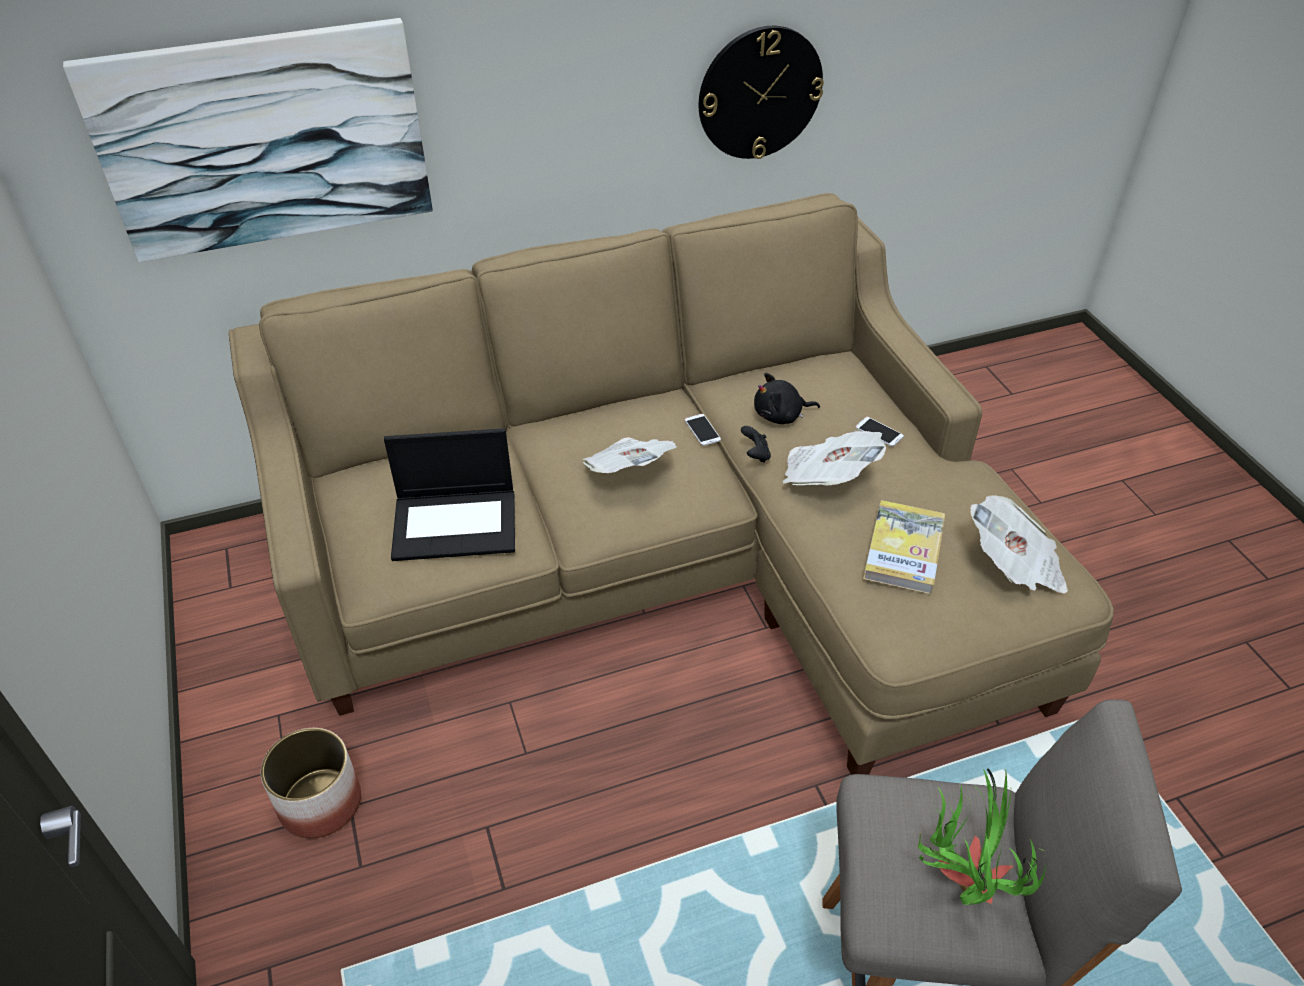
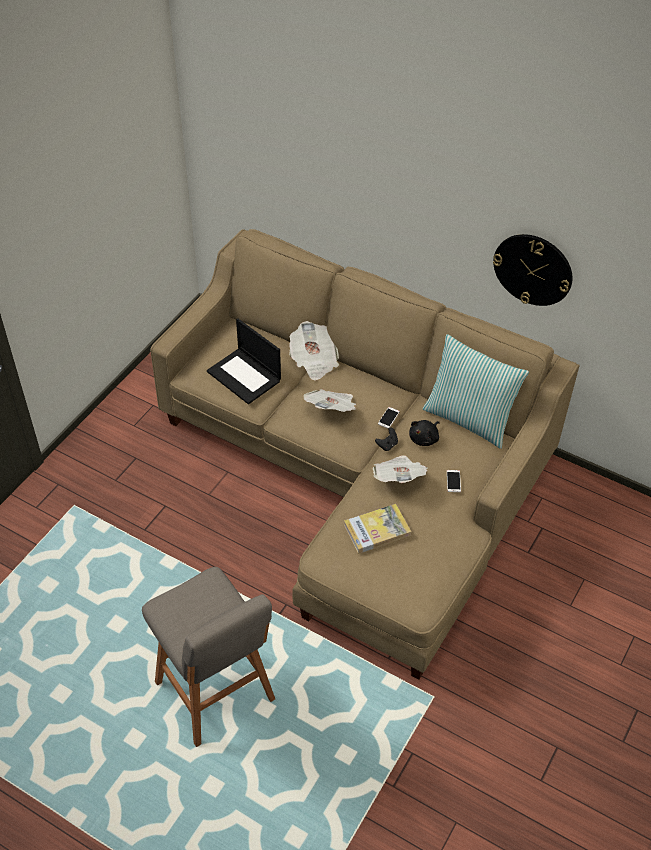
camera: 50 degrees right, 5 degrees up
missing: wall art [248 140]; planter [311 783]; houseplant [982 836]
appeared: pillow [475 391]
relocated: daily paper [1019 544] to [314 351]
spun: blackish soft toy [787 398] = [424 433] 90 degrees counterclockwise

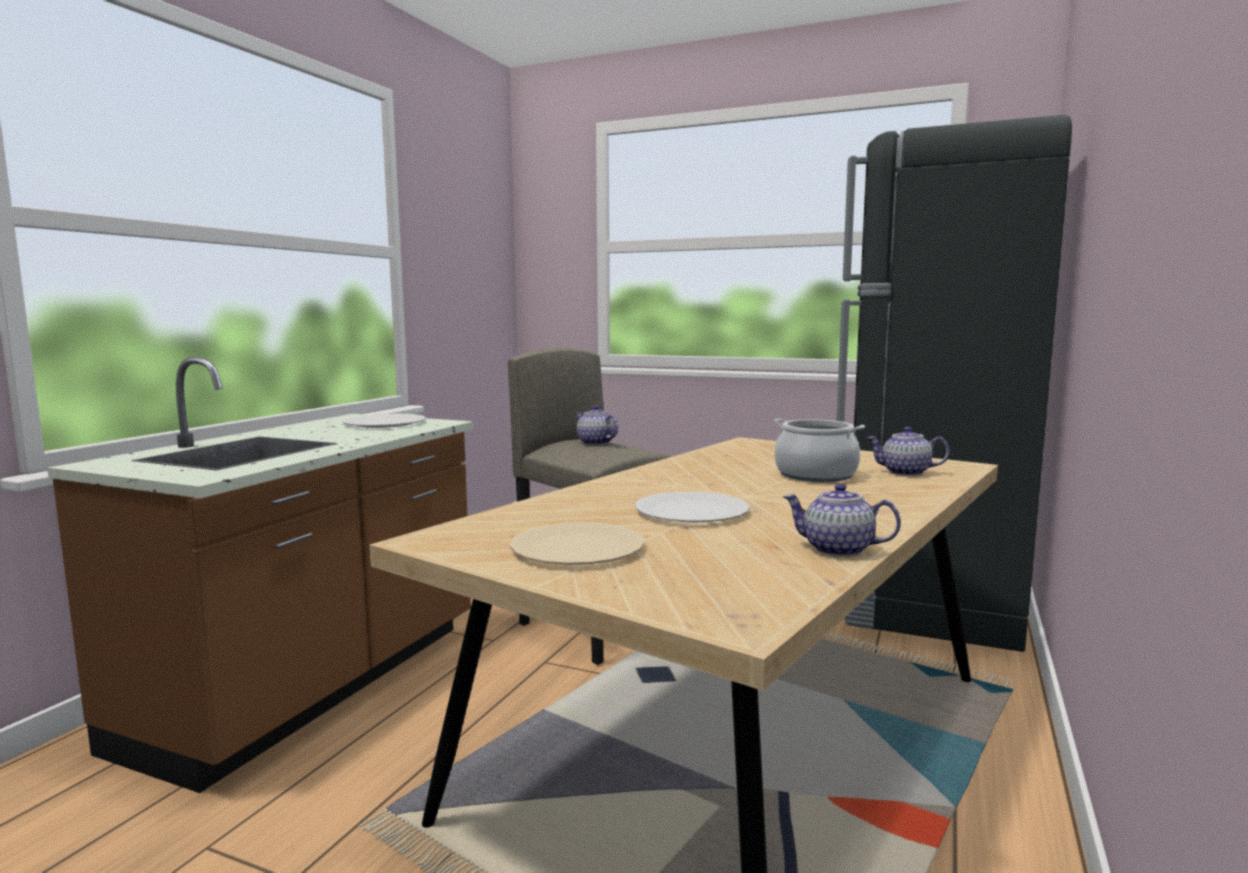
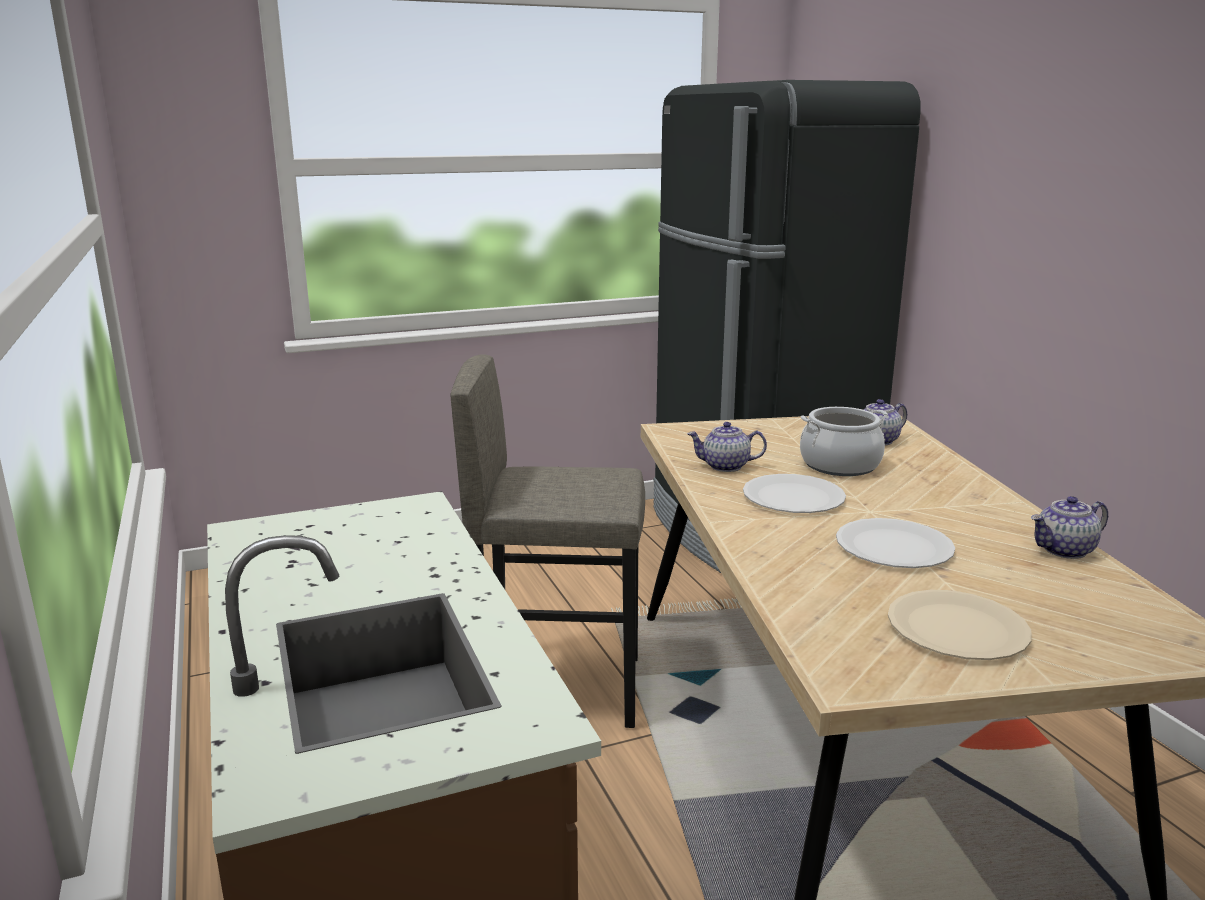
camera: 45 degrees left, 10 degrees up
relocated: white plate [384 421] to [794 493]; tea pot [596 425] to [727 447]

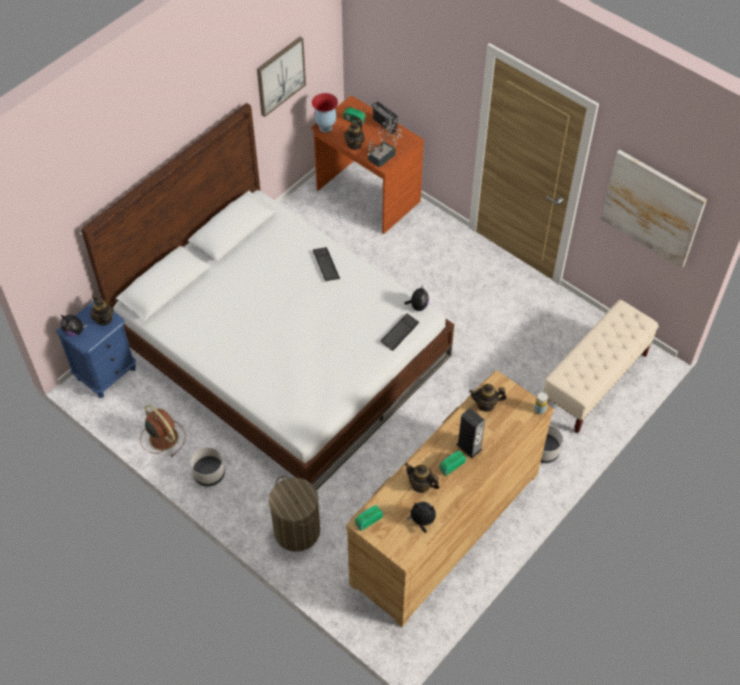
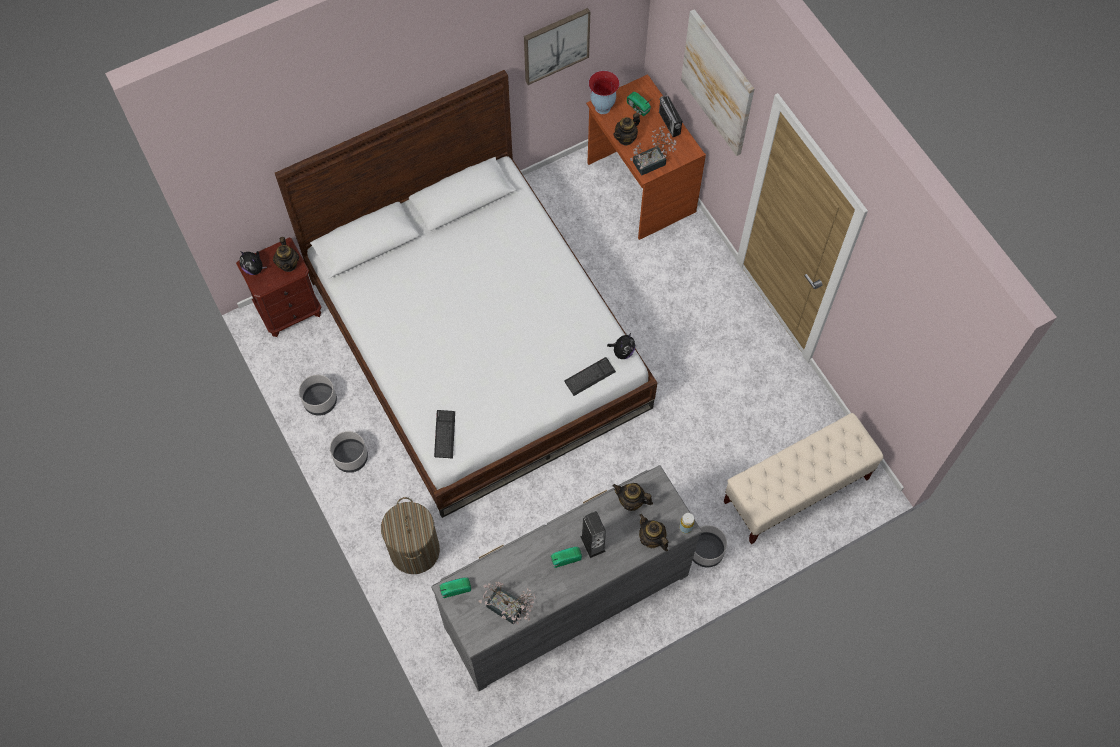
camera: 20 degrees right, 10 degrees up
relocated: PC keyboard [326 264] to [444 434]; tea pot [422 478] to [653 532]; wall art [654 209] to [717 82]
exchanged: brownish cooling fan [163 431] to grey planter [318 395]; soft toy [421 517] to houseplant [507 603]
colour: bluish bedside table [96 348] to brownish bedside table [279 287]; brownish chest of drawers [450 498] to grey chest of drawers [566 578]

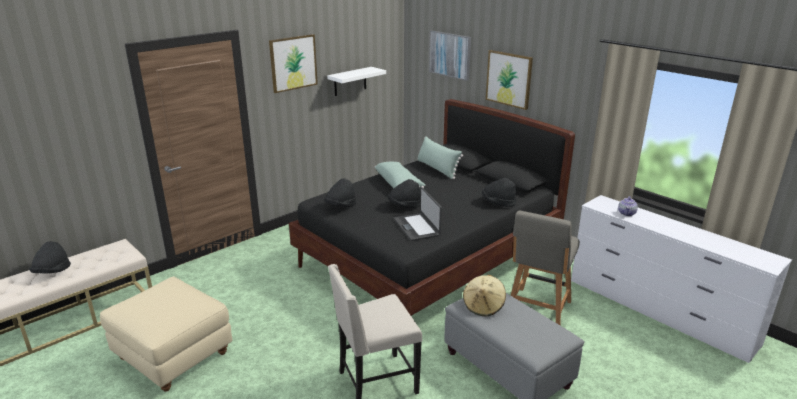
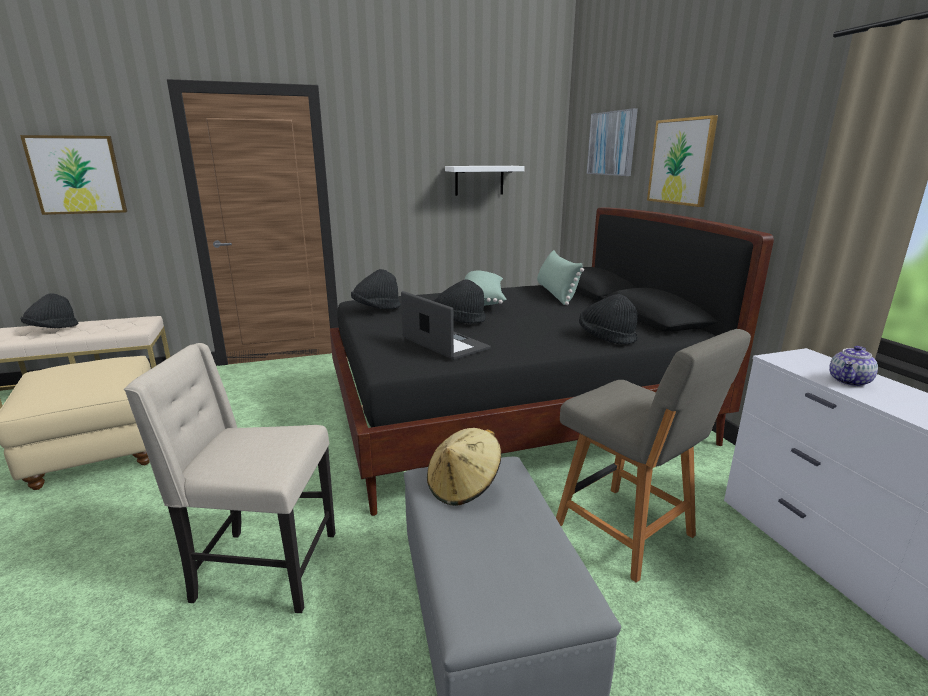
camera: 25 degrees right, 5 degrees down
relocated: wall art [293 63] to [73 175]
spun: laptop [418 214] = [446 325] 135 degrees clockwise; grey upright chair [545 268] = [653 456] 90 degrees counterclockwise

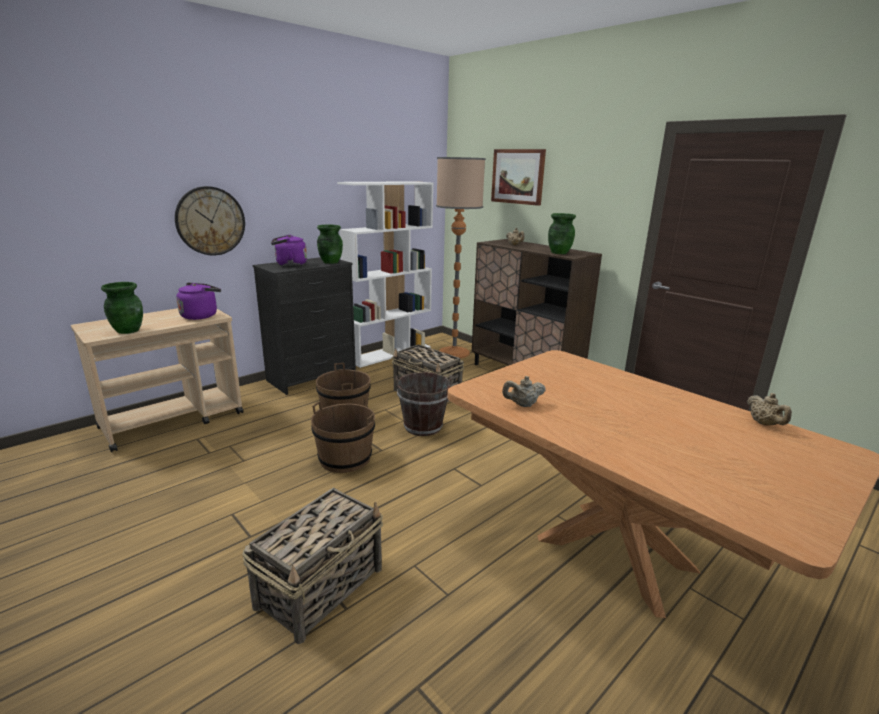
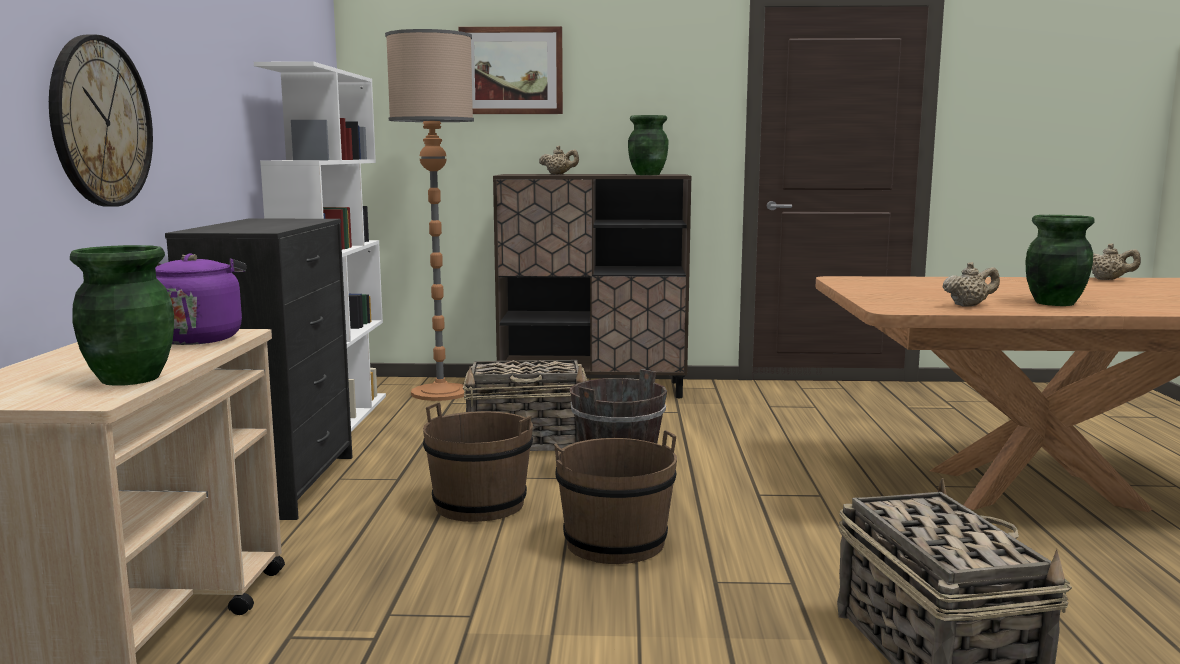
camera: 45 degrees left, 10 degrees down
missing: purplish tea kettle [289 250]
relocated: greenish vase [330 244] to [1060 260]
spun: beige tea pot [524 391] = [971 284] 135 degrees counterclockwise

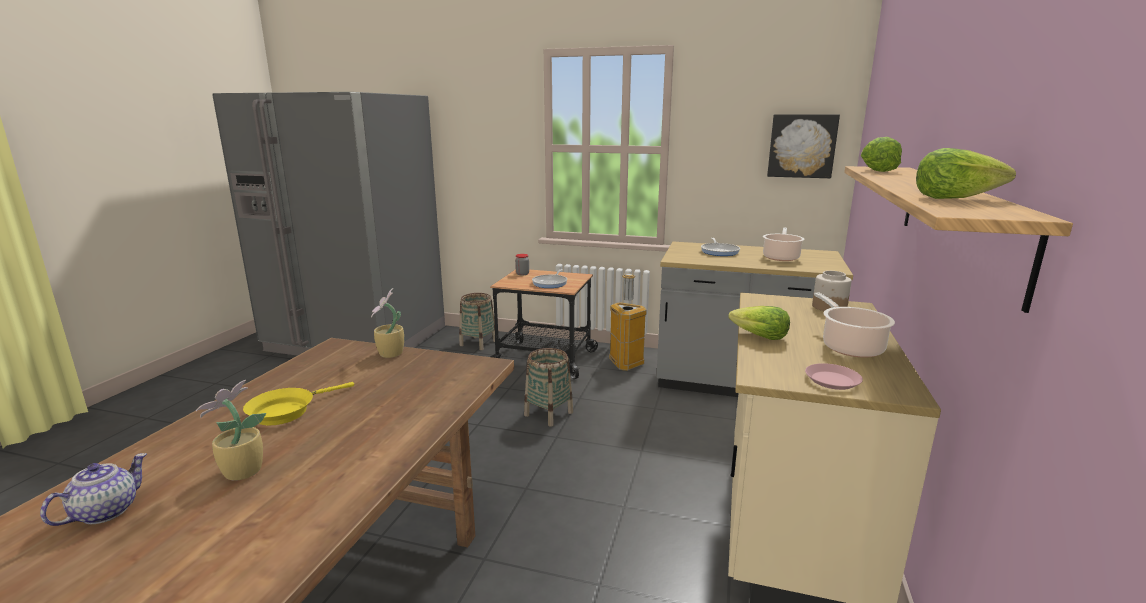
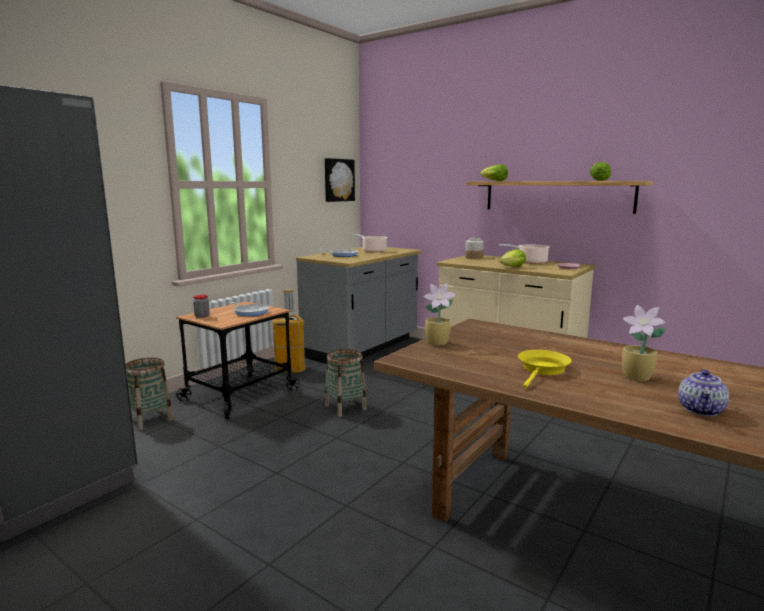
camera: 70 degrees left, 5 degrees down
spun: tea pot [93 489] = [703 392] 105 degrees counterclockwise; yellow skillet [298 403] = [545 369] 120 degrees counterclockwise

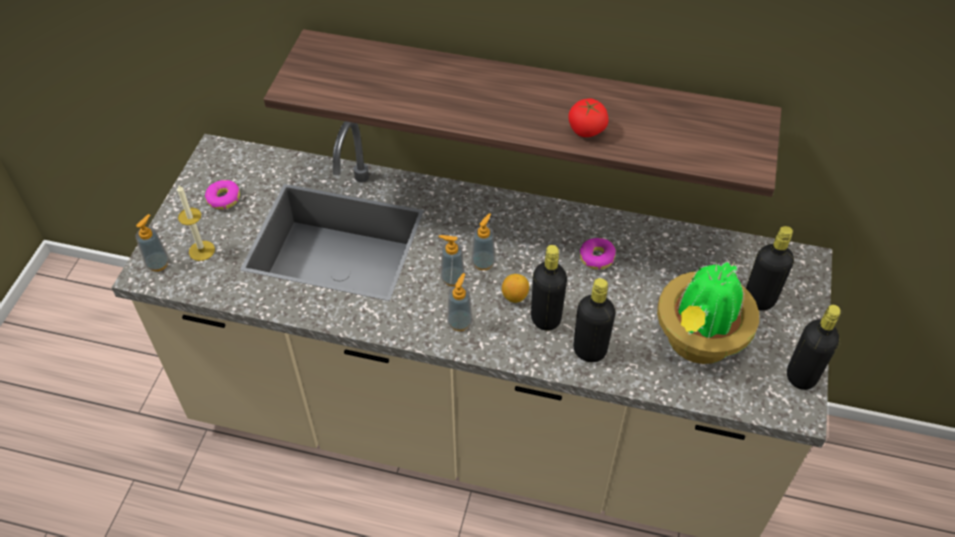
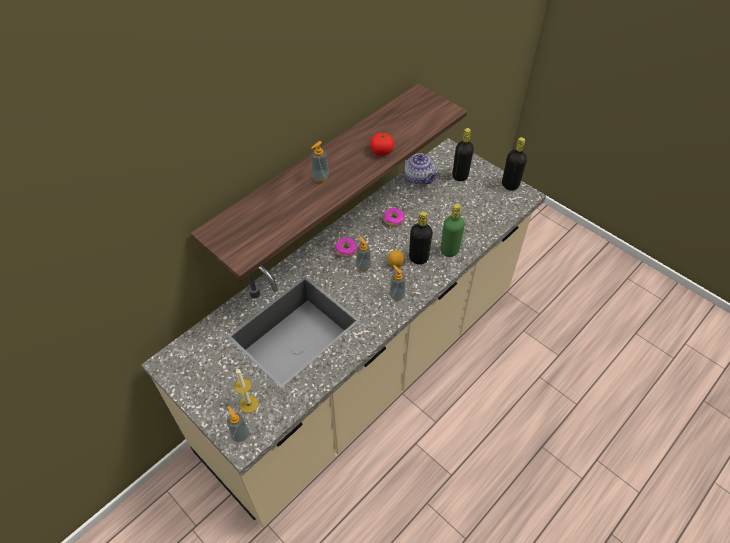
camera: 60 degrees left, 0 degrees up
missing: houseplant [708 312]
appeared: tea pot [421 169]
relocated: doughnut [222 195] to [346 247]; soap dispenser [451 260] to [320 161]
colour: blackish bottle [594 320] to greenish bottle [453 230]

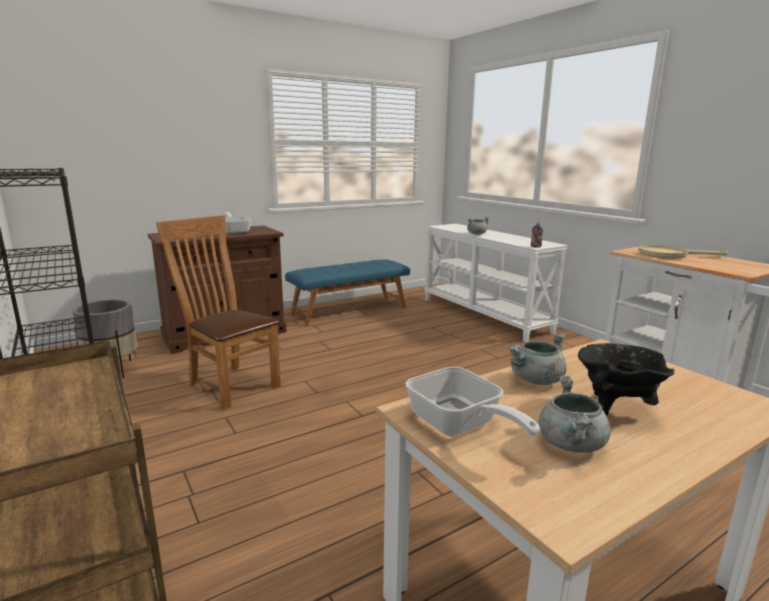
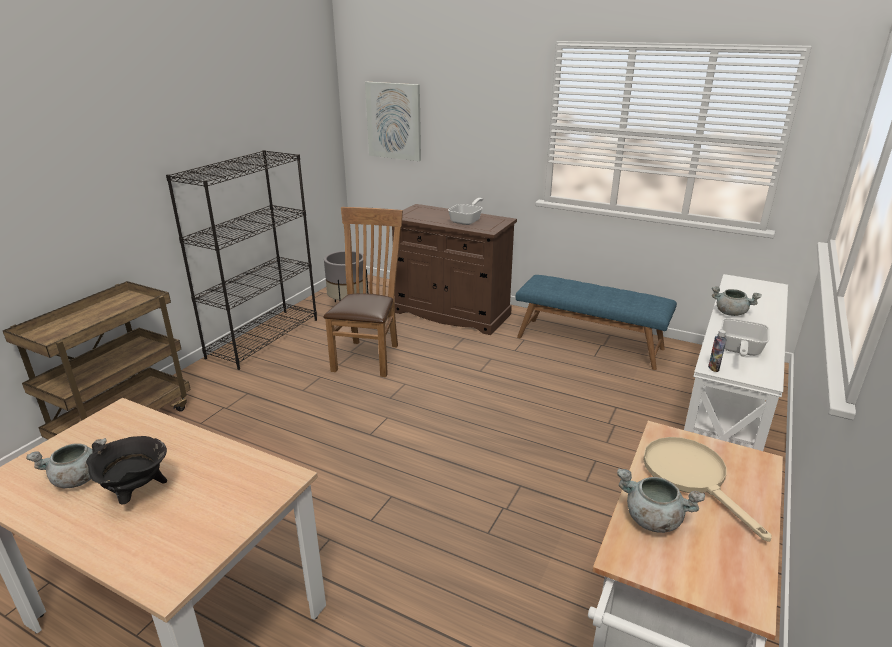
camera: 60 degrees right, 10 degrees up
appeared: wall art [393 121]
relocated: skillet [472 401] to [745 337]; grey stockpot [537 359] to [661 500]

